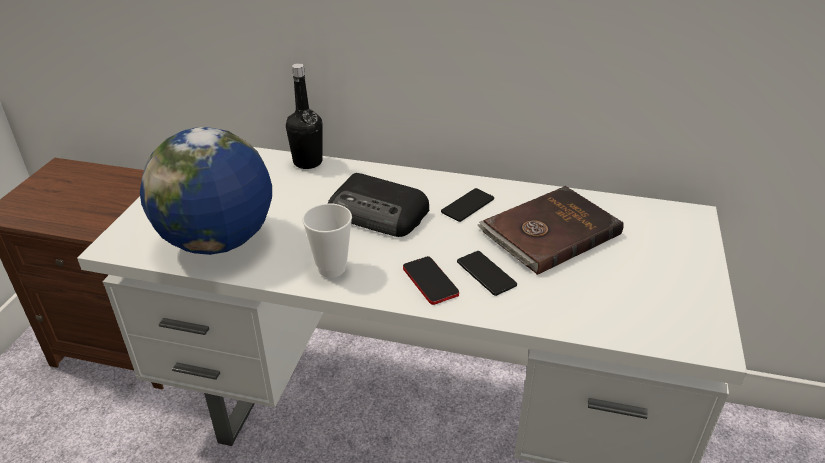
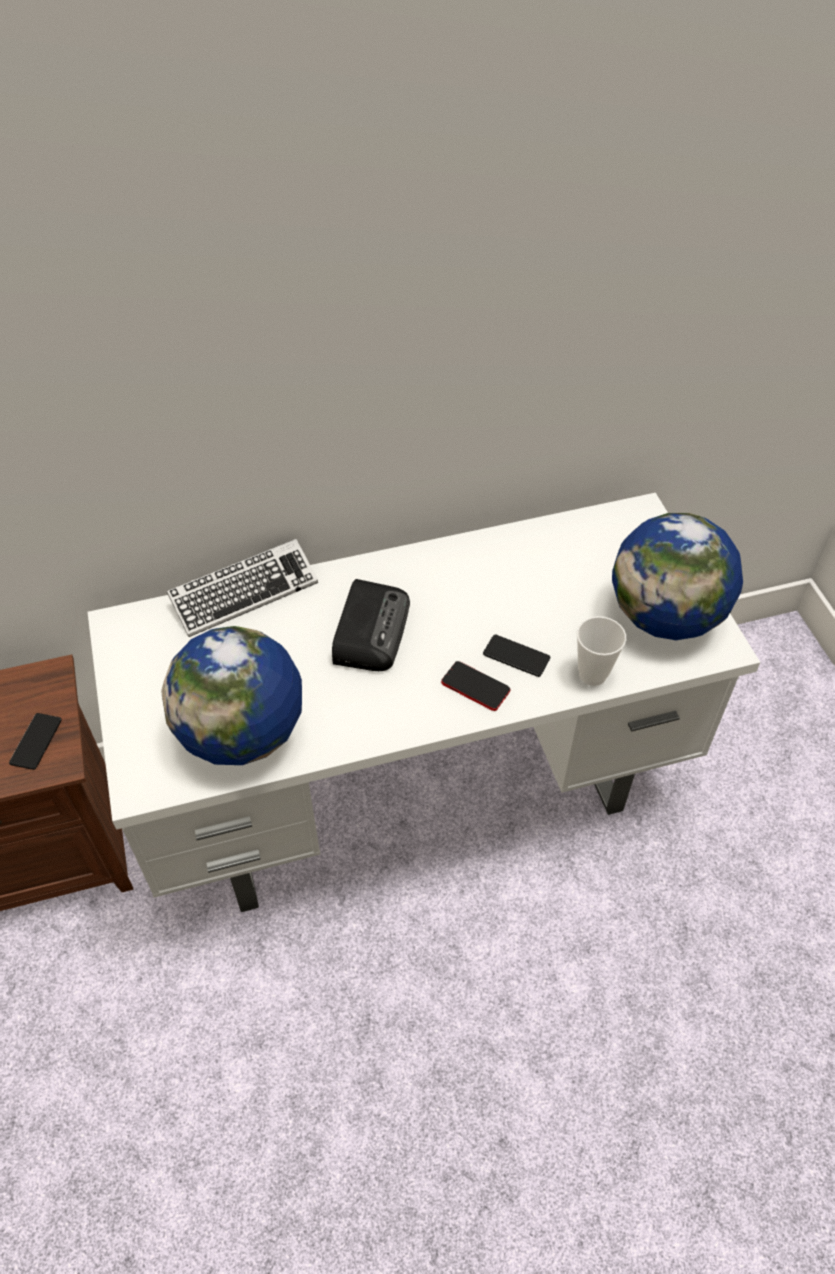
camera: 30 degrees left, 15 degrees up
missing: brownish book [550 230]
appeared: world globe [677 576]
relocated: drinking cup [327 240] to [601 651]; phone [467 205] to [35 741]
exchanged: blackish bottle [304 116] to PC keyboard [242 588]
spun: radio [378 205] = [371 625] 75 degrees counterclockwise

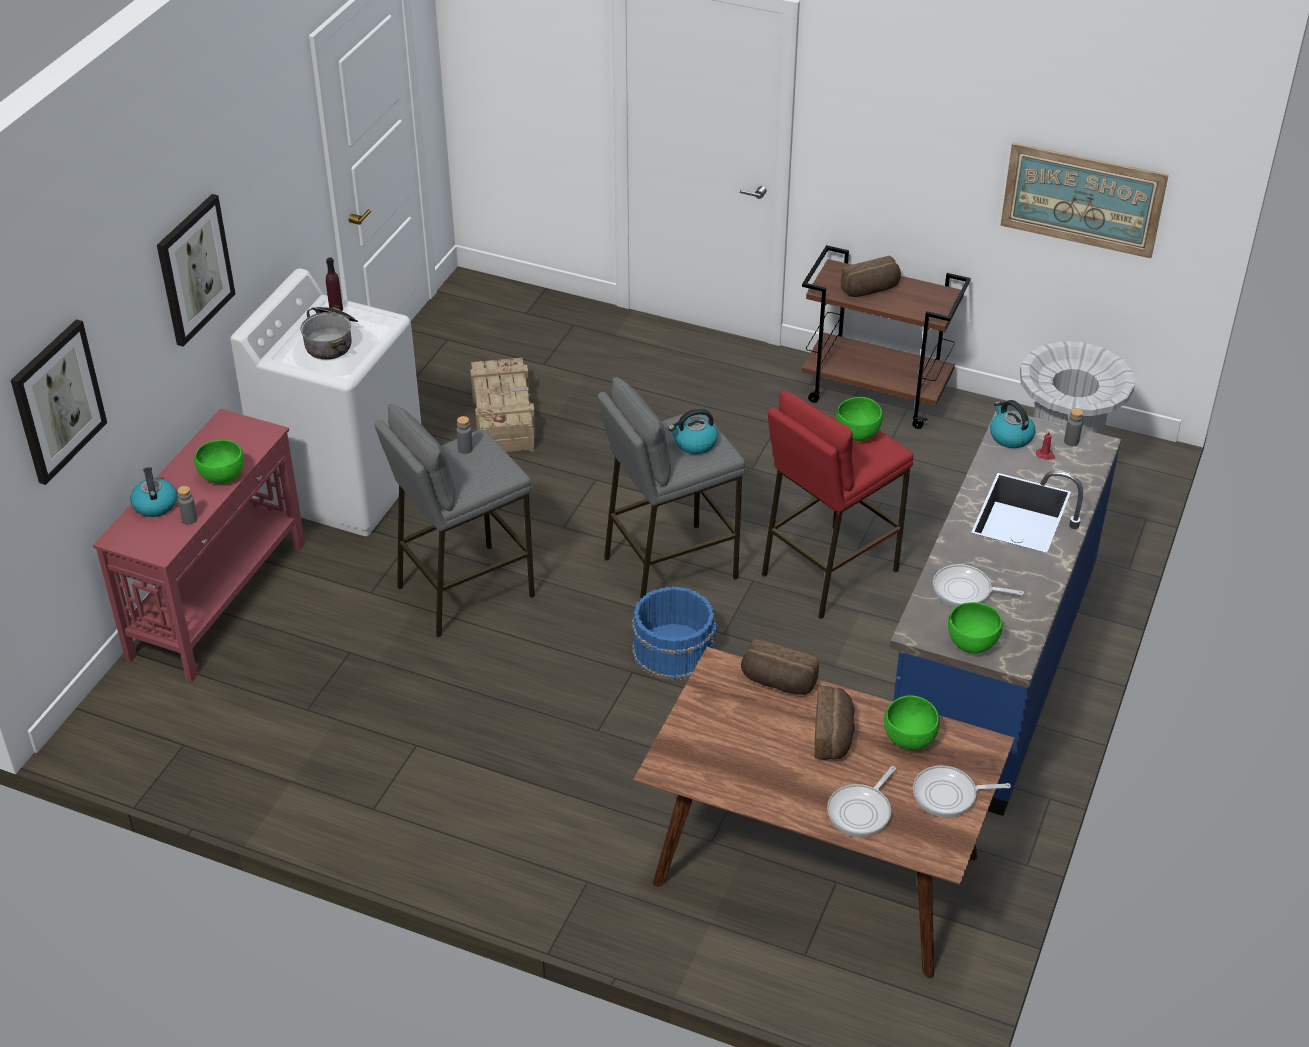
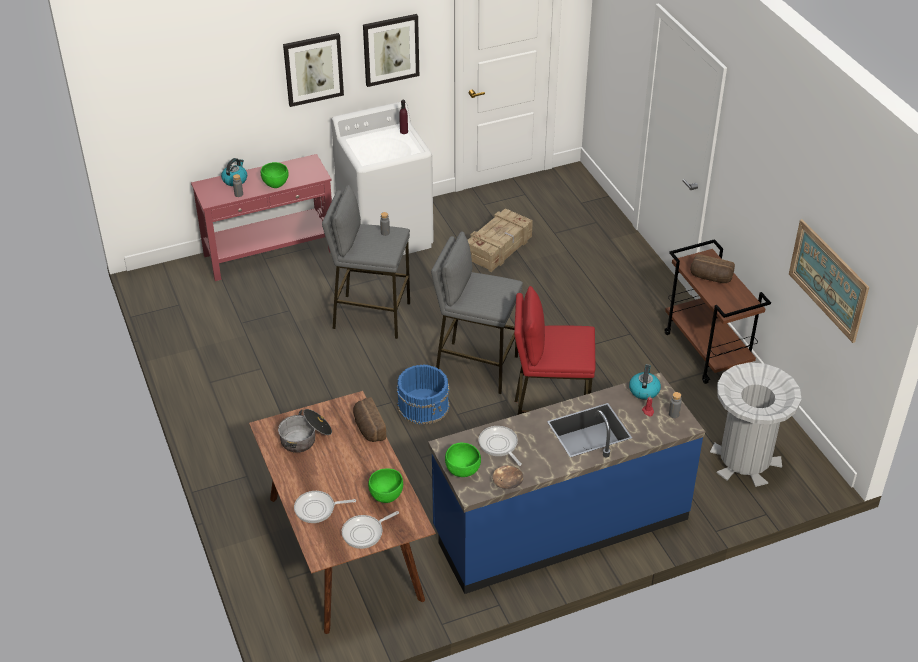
camera: 45 degrees right, 0 degrees up
missing: tea kettle [693 431]; baked bread [834 723]; greenish bowl [859 419]
appeared: brownish bowl [508 477]
relocated: wall art [59 402] to [391 50]; stockpot [329 332] to [305 431]
spun: skillet [962 791] = [370 530] 75 degrees counterclockwise

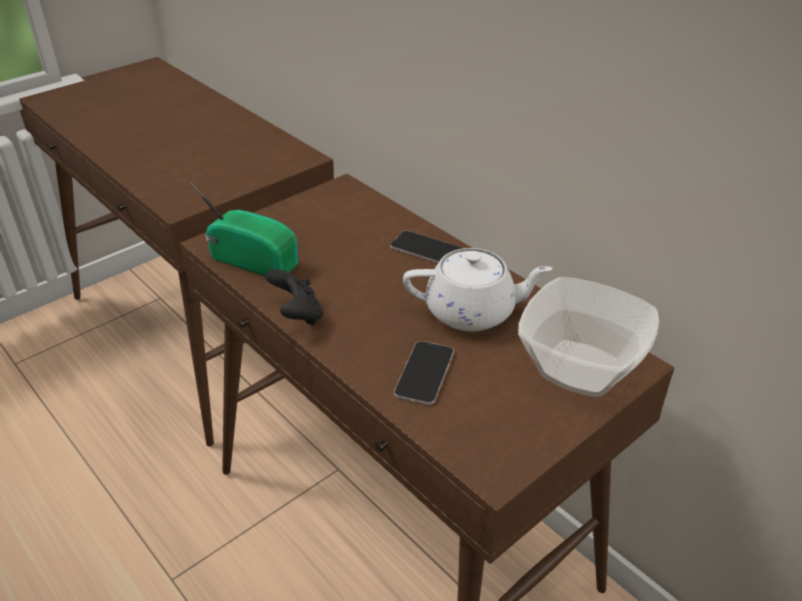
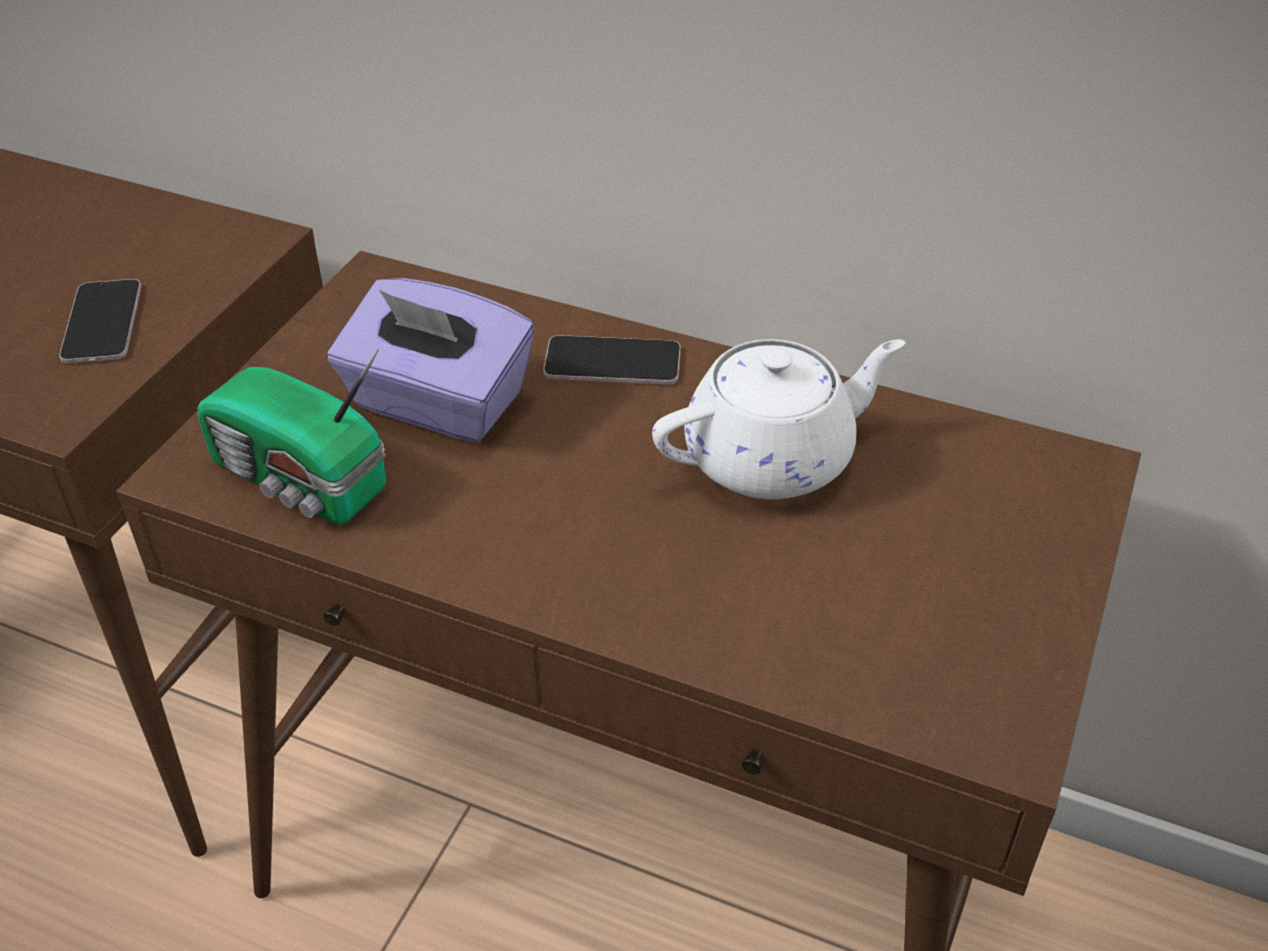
camera: 25 degrees left, 5 degrees up
missing: blackish joypad [294 297]; bowl [588 337]
appeared: purplish tissue holder [431 360]
relocated: phone [424 373] to [100 321]
spun: radio [244 229] = [291 437] 150 degrees counterclockwise

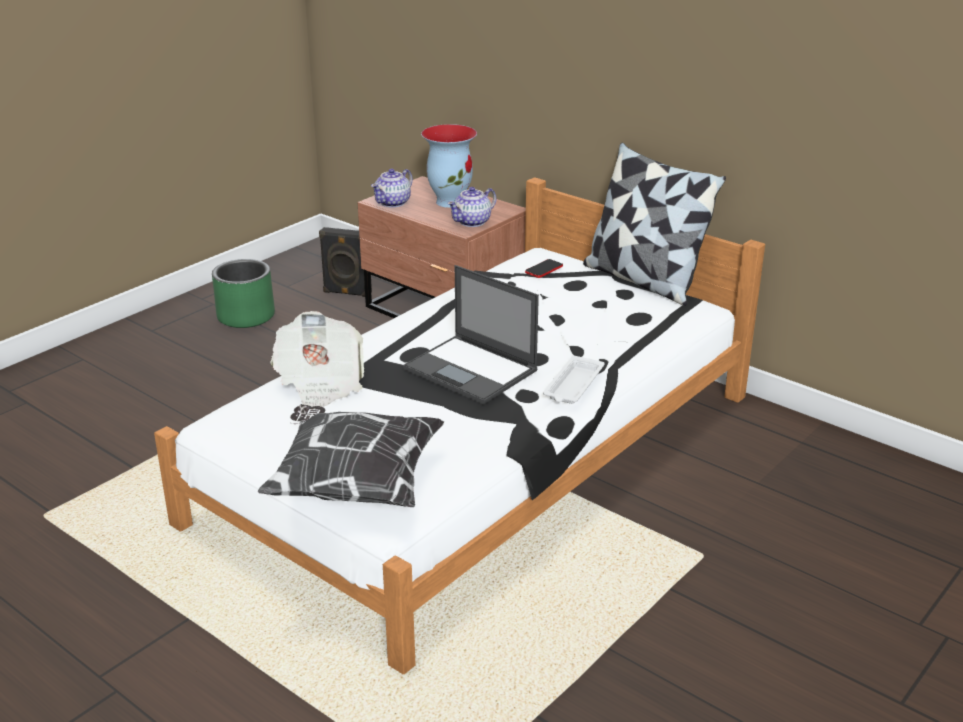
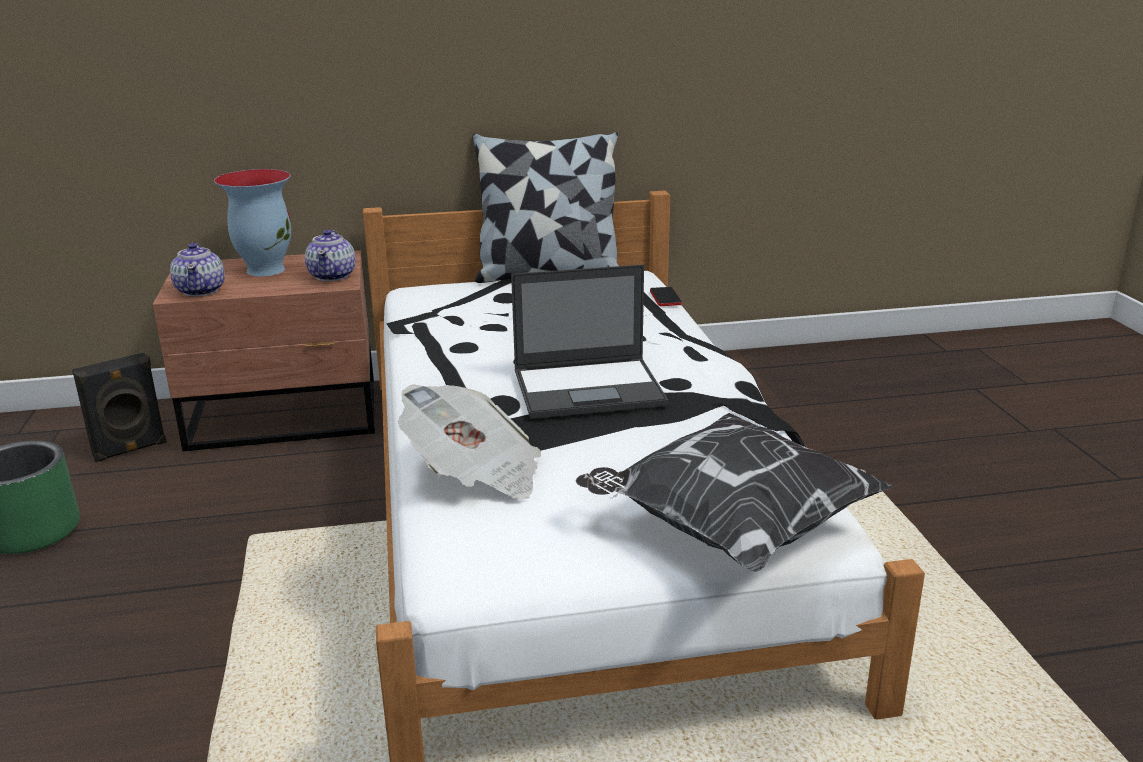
camera: 50 degrees left, 5 degrees down
missing: white serving tray [574 379]
relocated: phone [544 268] to [665 296]

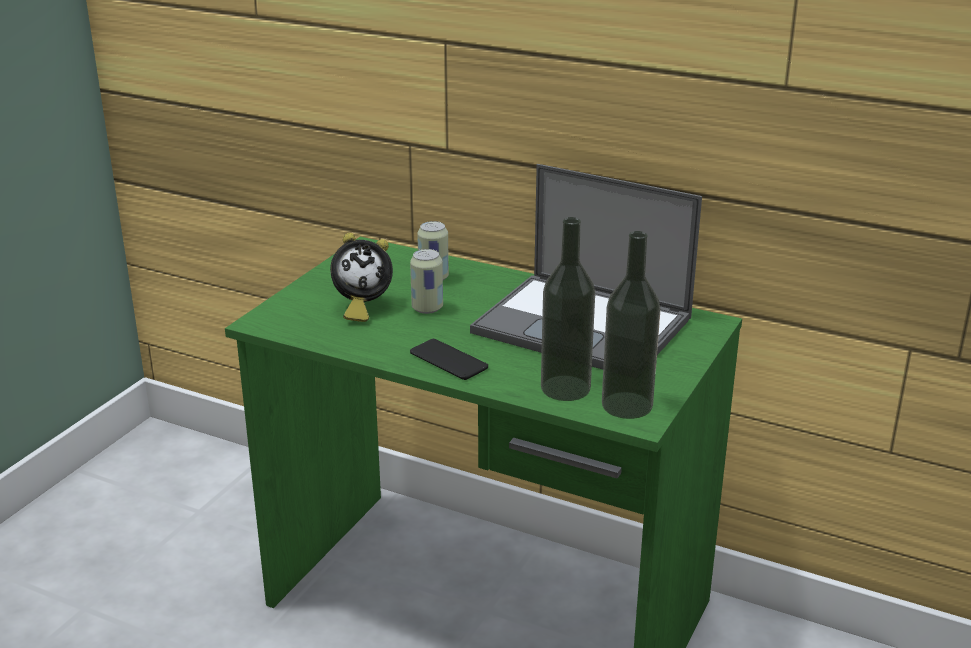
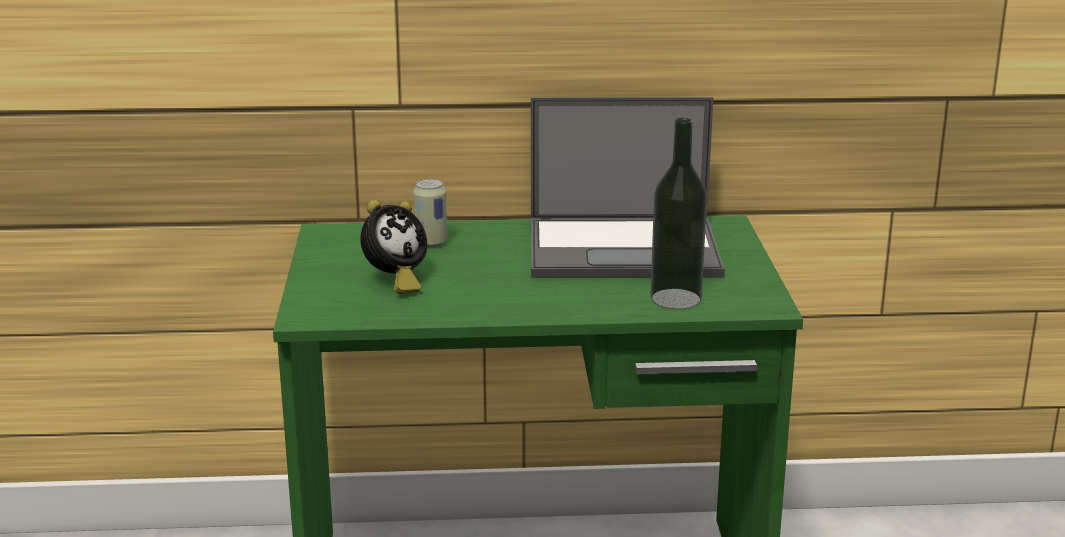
camera: 30 degrees left, 5 degrees down
missing: sealed can [426 281]; phone [449 359]; bottle [631 325]

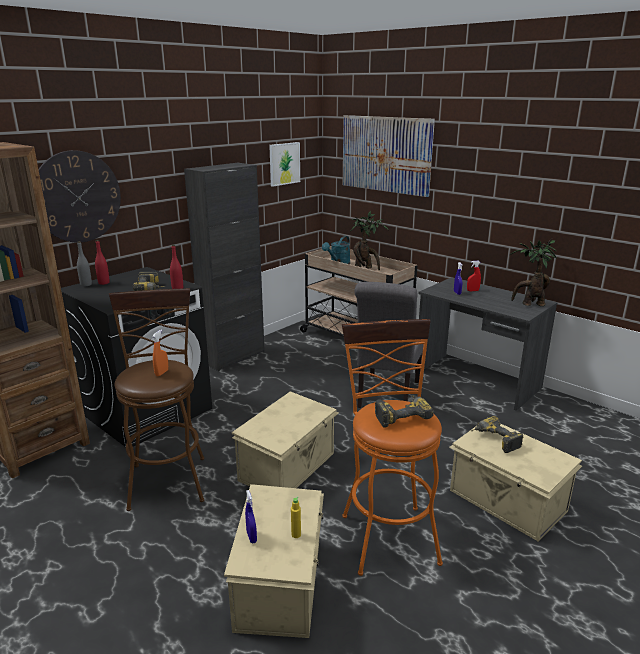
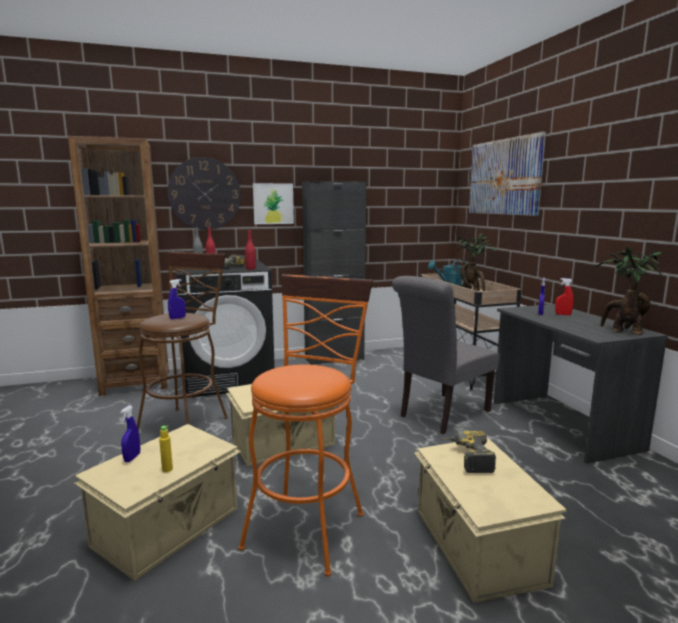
camera: 30 degrees right, 10 degrees down
missing: electric drill [404 411]
relocated: wall art [284 164] to [273 203]
colour: orange-coloured spray bottle [160 353] to bluish spray bottle [177 299]

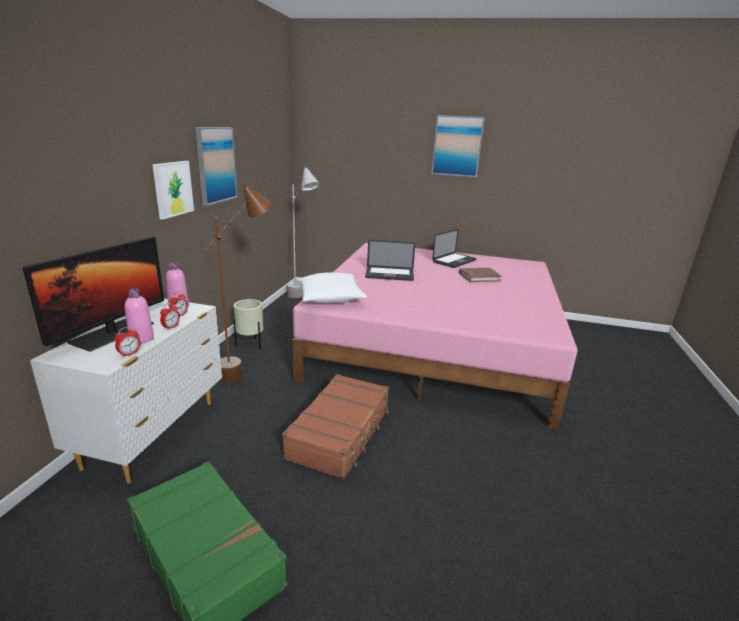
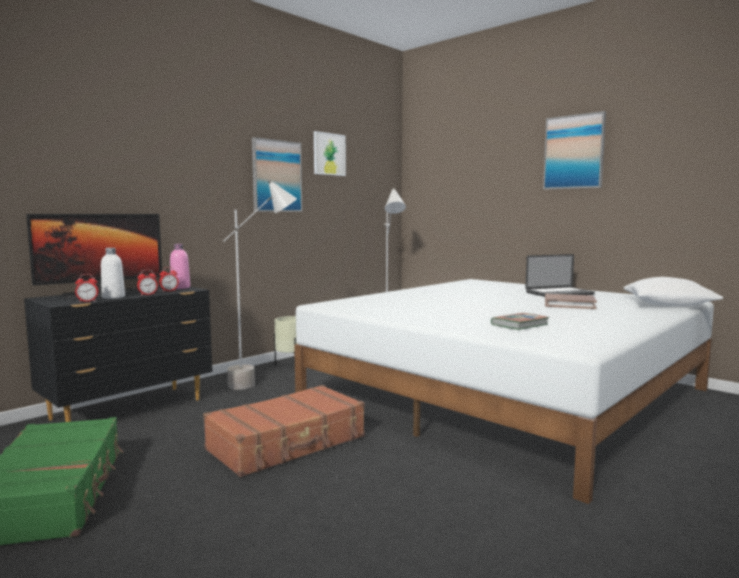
camera: 30 degrees right, 15 degrees down
missing: laptop [390 260]
appeared: book [520 321]
relocated: wall art [173 190] to [330 153]; white pillow [331 287] to [673 291]
colour: white chest of drawers [126 391] to blackish chest of drawers [118 353]; pinkish bottle [139 316] to white bottle [113 273]; brownish floor lamp [238 283] to grey floor lamp [260 285]; pinkish bedroom bed [435 336] to white bedroom bed [504 391]

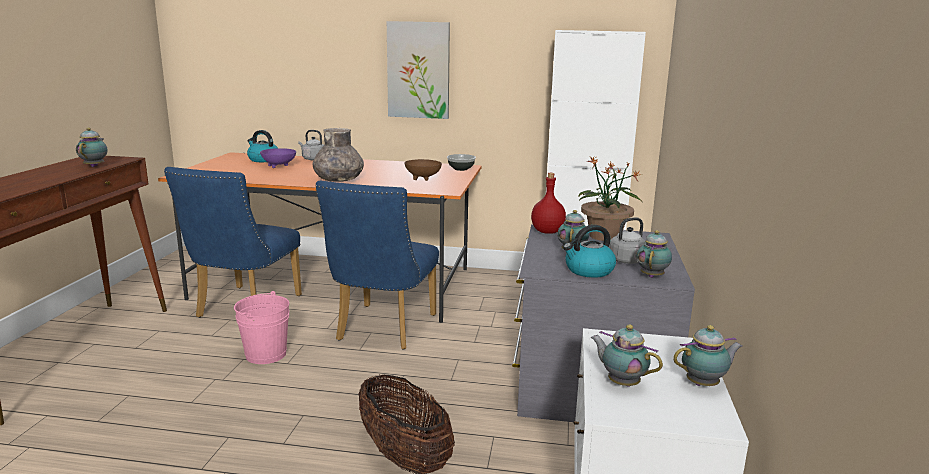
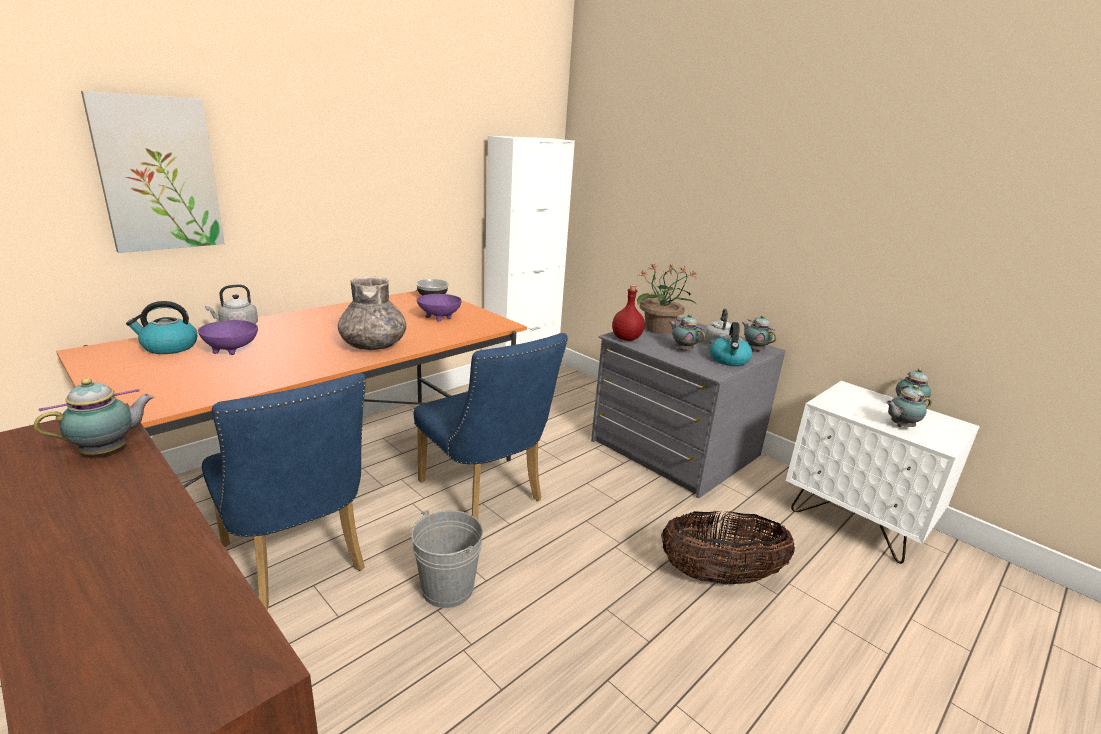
camera: 55 degrees left, 5 degrees up
relocated: wall art [418 70] to [153 172]
colour: pinkish bucket [262 327] to grey bucket [447 559]; brownish bowl [423 170] to purplish bowl [439 308]
spun: tea pot [92 147] = [94 416] 105 degrees clockwise

